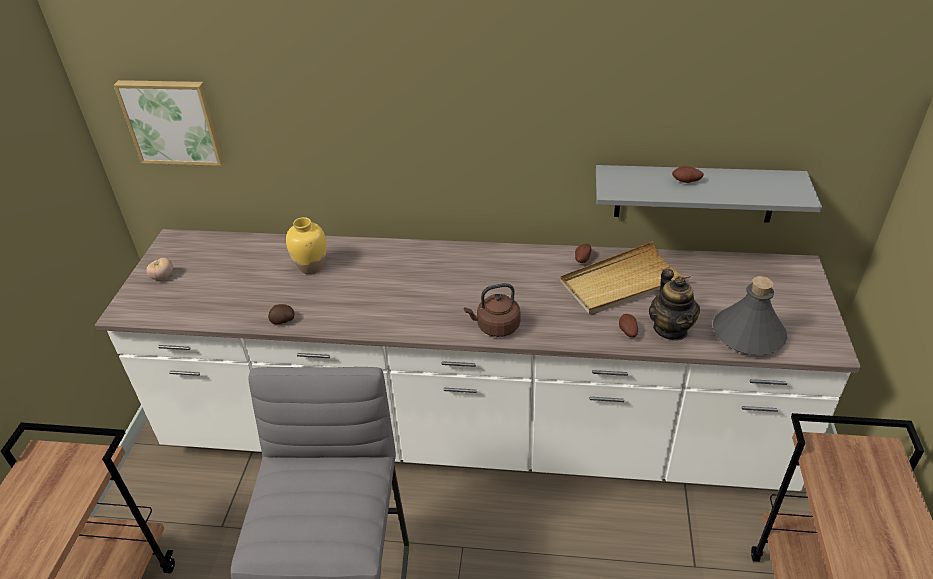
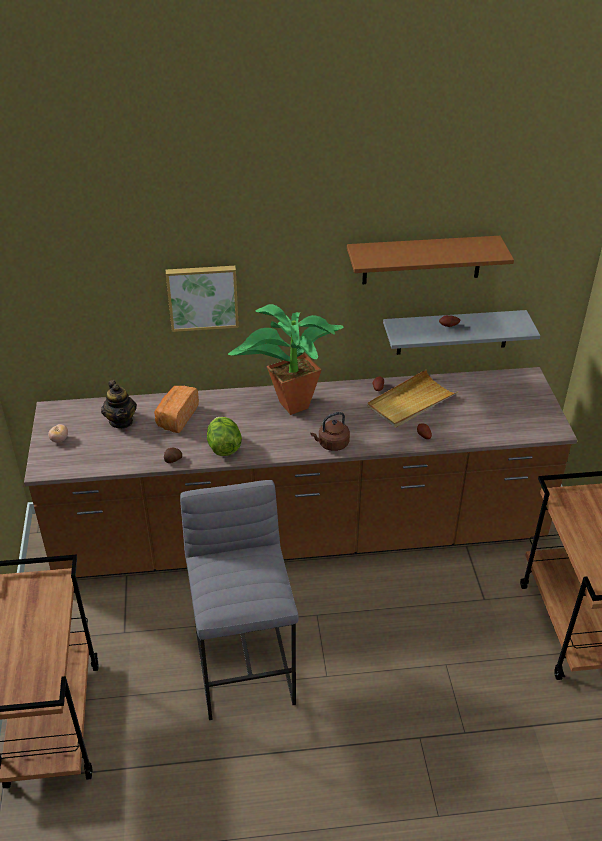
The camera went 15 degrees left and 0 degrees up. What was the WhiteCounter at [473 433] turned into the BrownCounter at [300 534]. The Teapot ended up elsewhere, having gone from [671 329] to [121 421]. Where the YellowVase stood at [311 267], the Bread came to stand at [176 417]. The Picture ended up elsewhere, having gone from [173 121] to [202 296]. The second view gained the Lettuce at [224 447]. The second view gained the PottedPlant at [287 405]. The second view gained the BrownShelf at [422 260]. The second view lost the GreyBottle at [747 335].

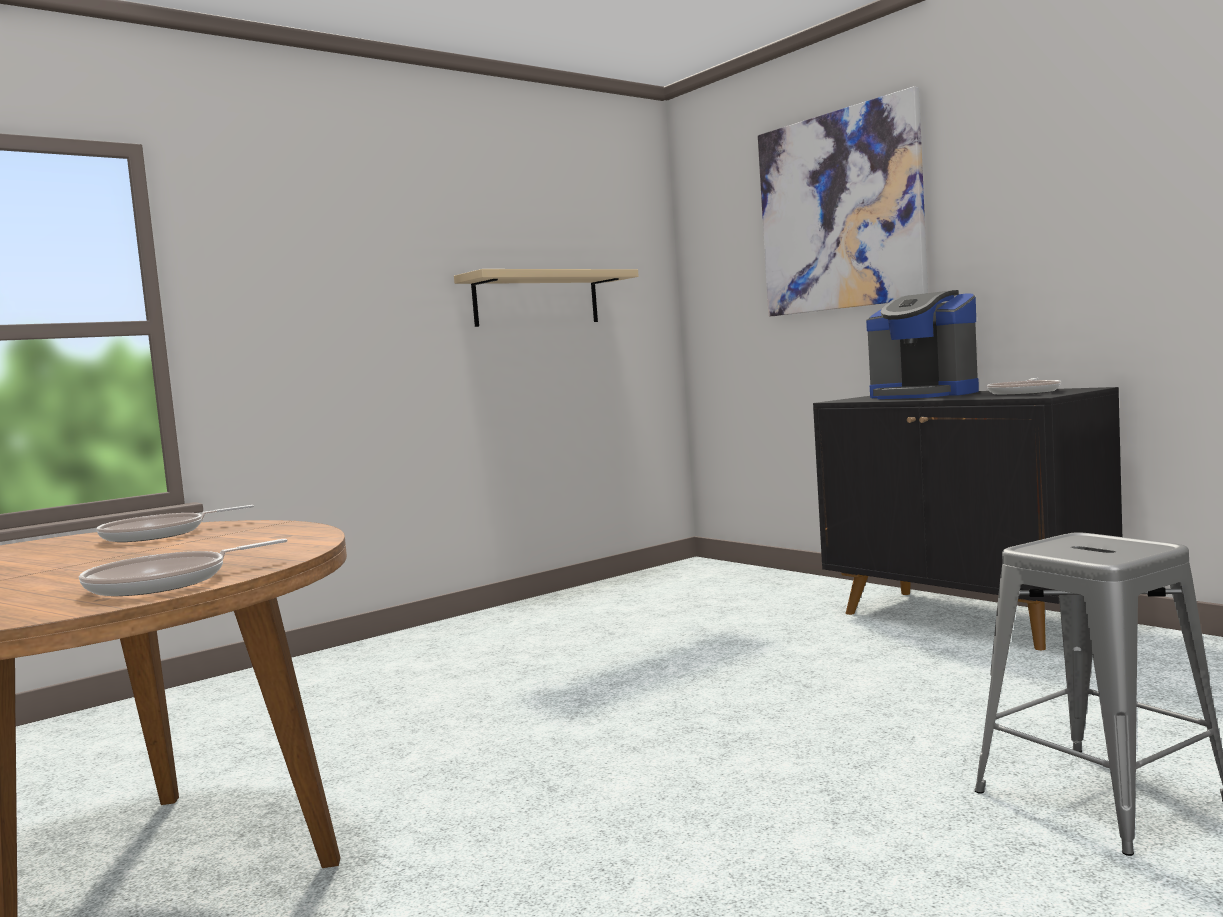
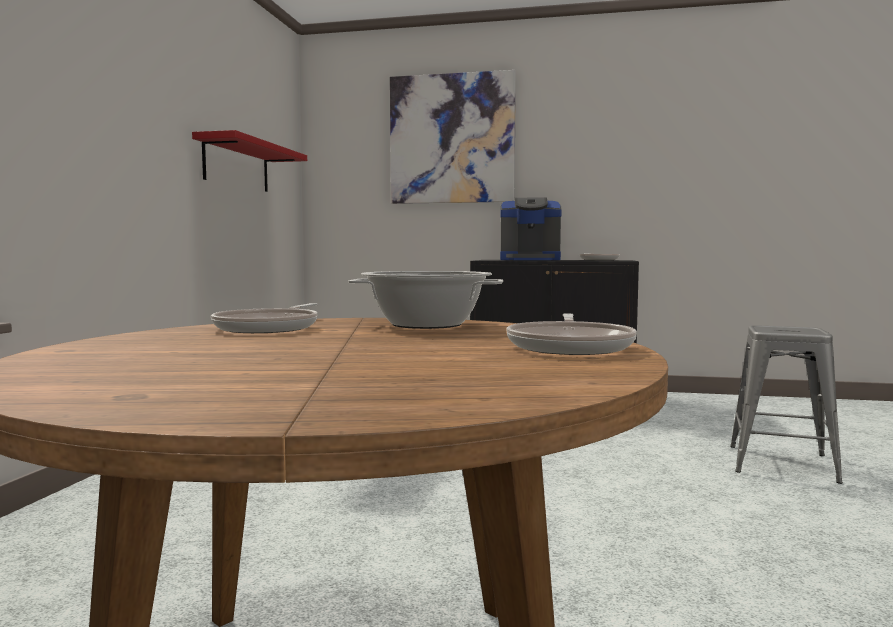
The camera went 40 degrees left and 0 degrees up. What was the BeigeShelf at [536 299] turned into the RedShelf at [237 165]. The second view gained the CookingPot at [427 324].

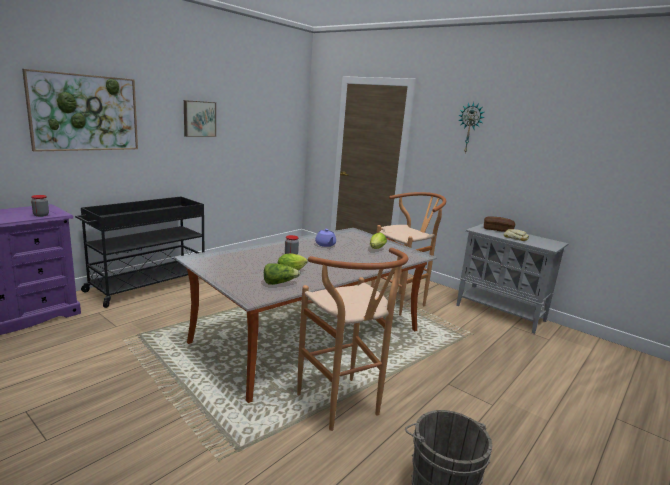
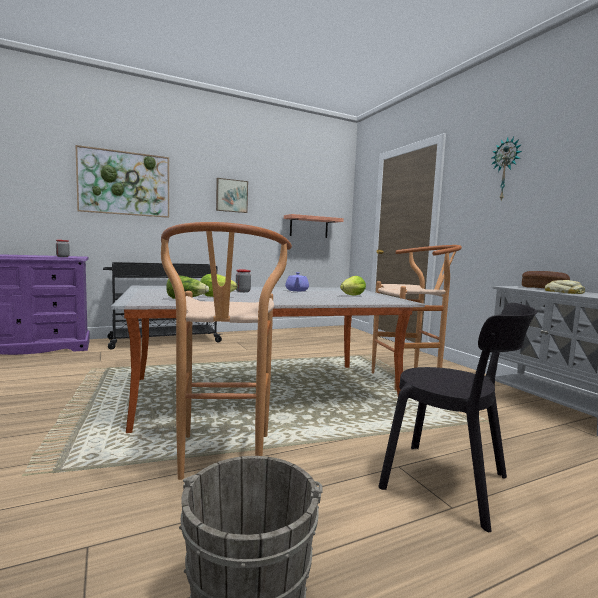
The camera went 25 degrees right and 10 degrees down. The second view gained the Shelf at [309 227]. The second view gained the BlackChair at [451 485].

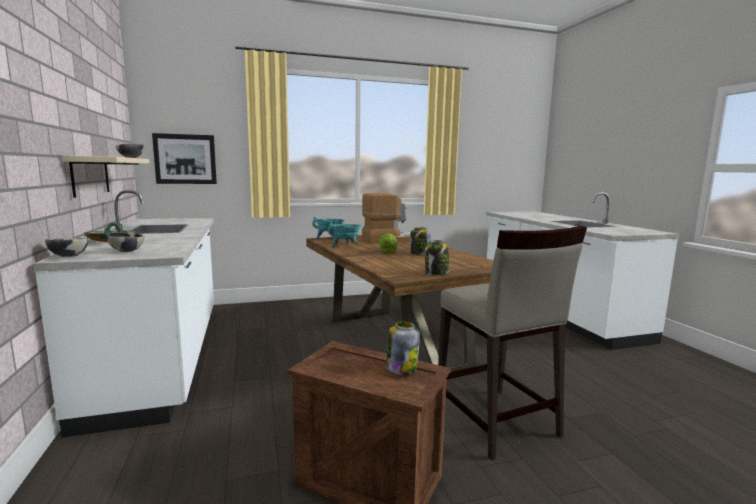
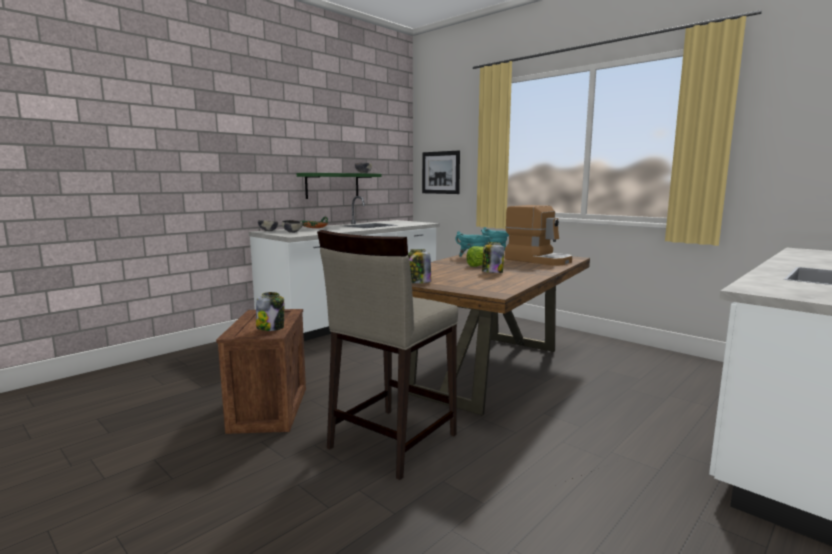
The camera went 60 degrees right and 0 degrees up. What was the BeigeShelf at [90 175] turned into the GreenShelf at [332 185].

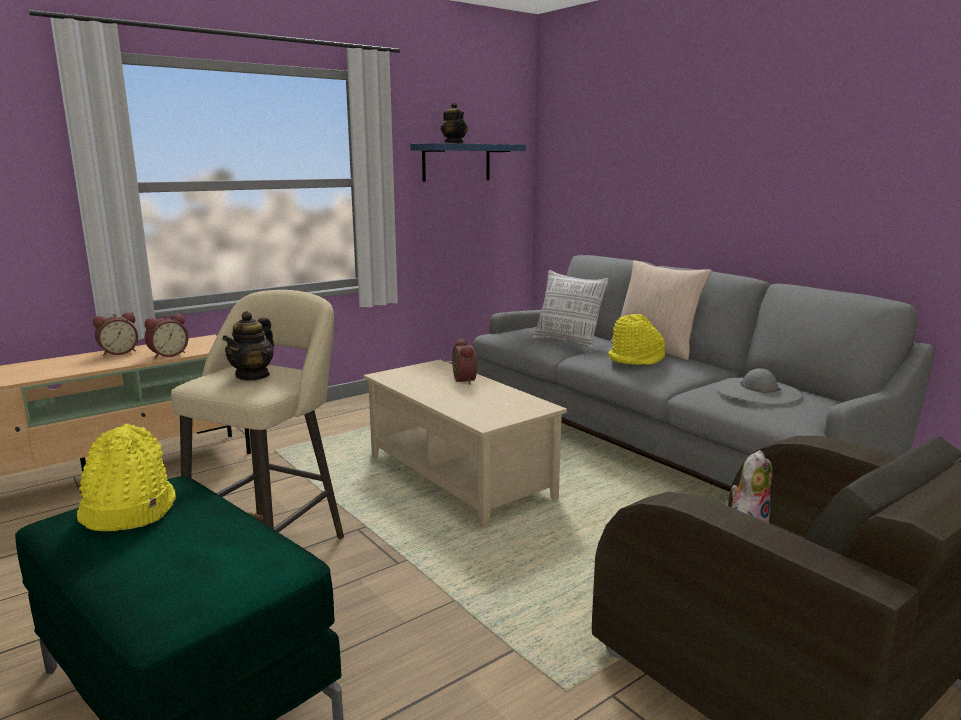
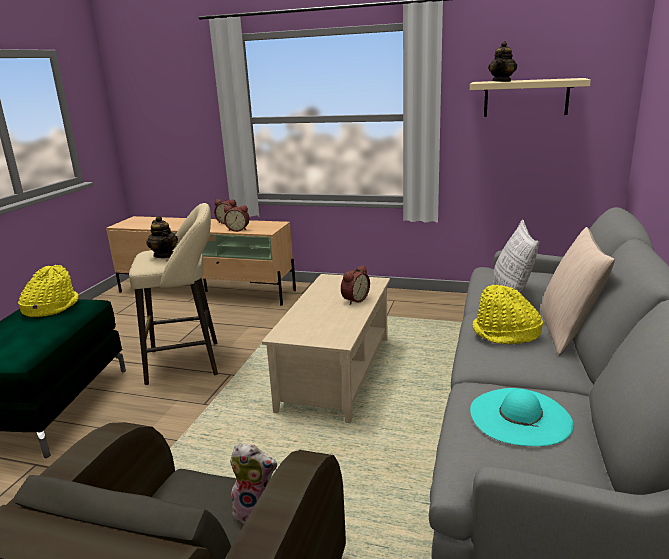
The camera went 55 degrees right and 5 degrees up. The Teapot at [253 375] ended up facing another way, 105 degrees counterclockwise from before. What was the BlueShelf at [456 162] turned into the BeigeShelf at [526 98]. What was the GreyHat at [758 391] turned into the TurquoiseHat at [520 416].

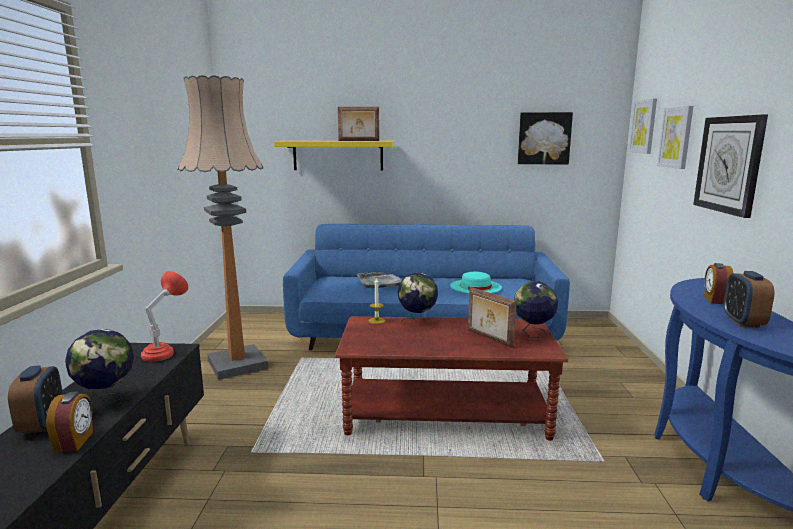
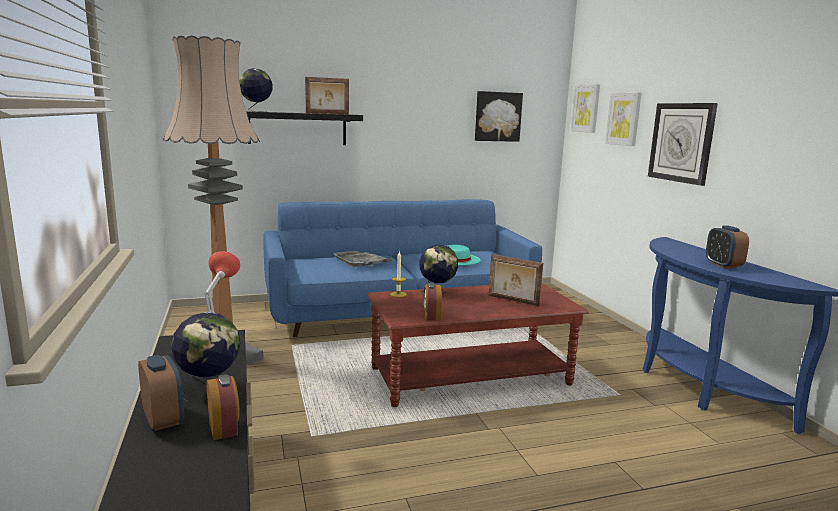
The camera went 20 degrees left and 0 degrees up. The Globe ended up elsewhere, having gone from [533 334] to [256 111]. What was the YellowShelf at [338 155] turned into the BlackShelf at [297 128]. The AlarmClock ended up elsewhere, having gone from [715 300] to [431 316].

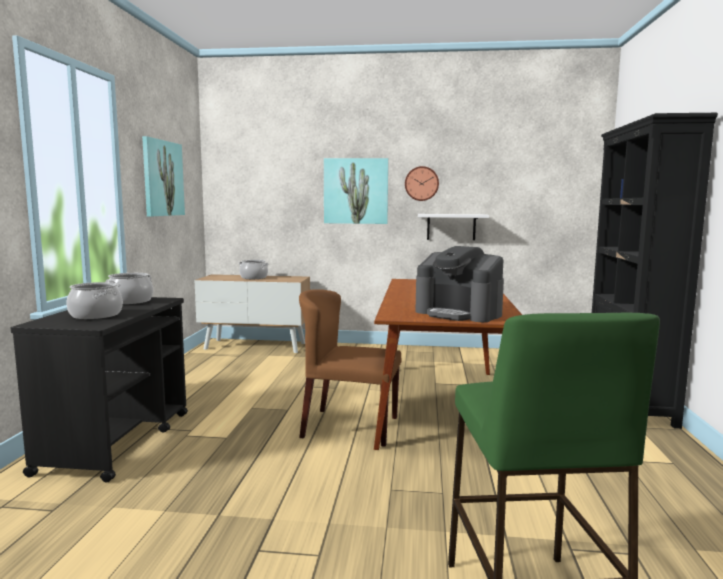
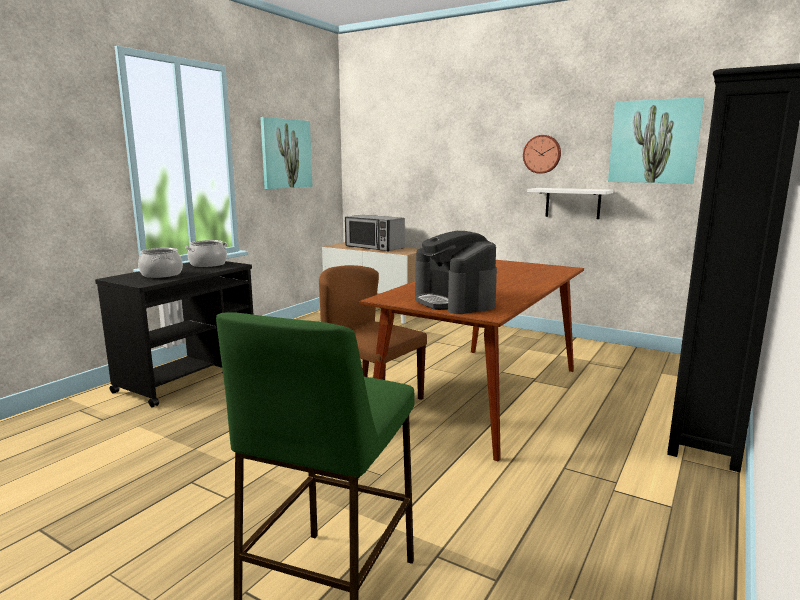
The camera went 25 degrees right and 5 degrees up. Where the CookingPot stood at [254 277], the Microwave came to stand at [374 247]. The Picture ended up elsewhere, having gone from [355 191] to [653 141].

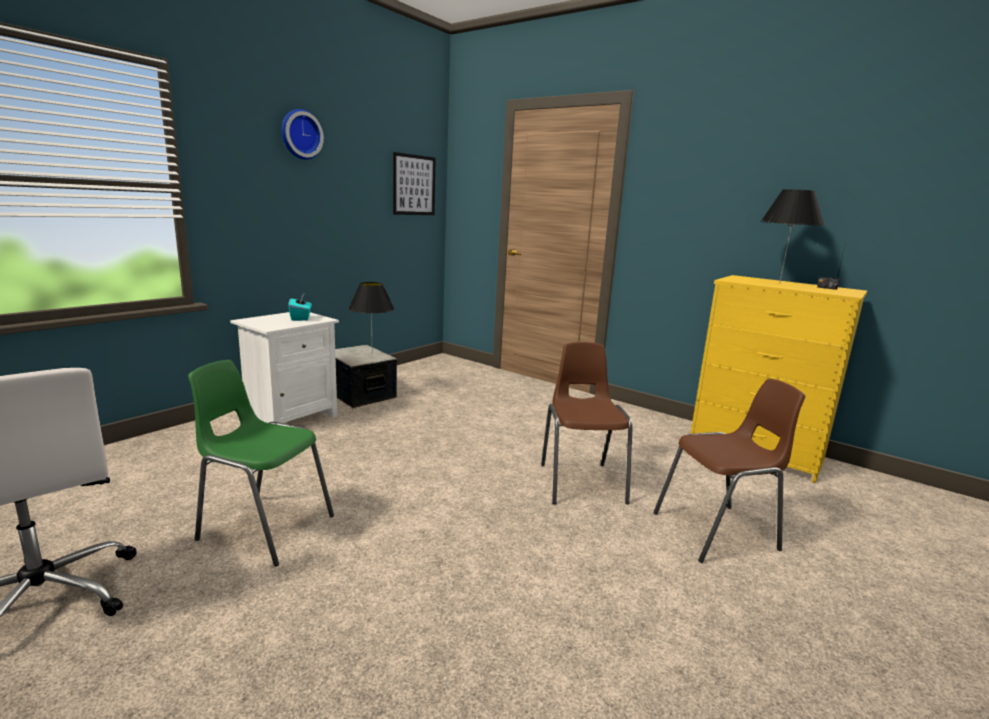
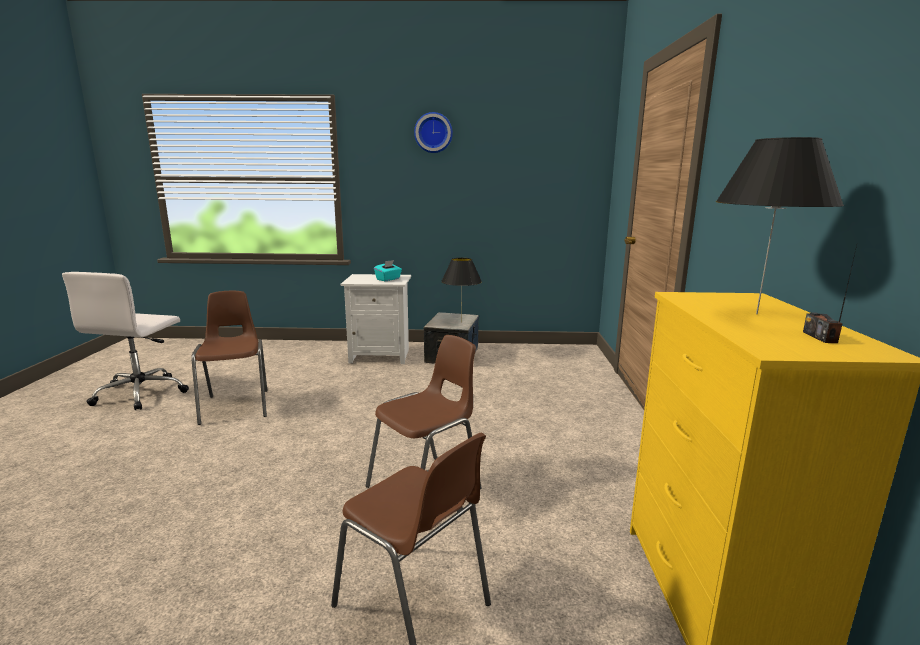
The camera went 55 degrees right and 0 degrees up. What was the GreenChair at [264 527] turned into the BrownChair at [237 405]. The second view lost the Picture at [414 185].

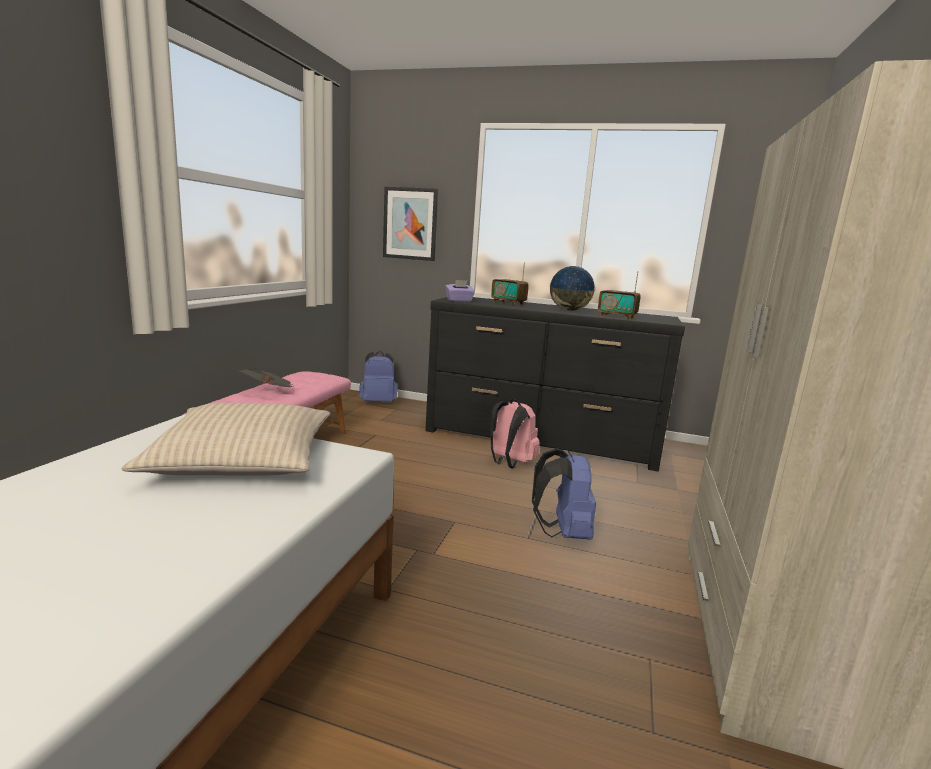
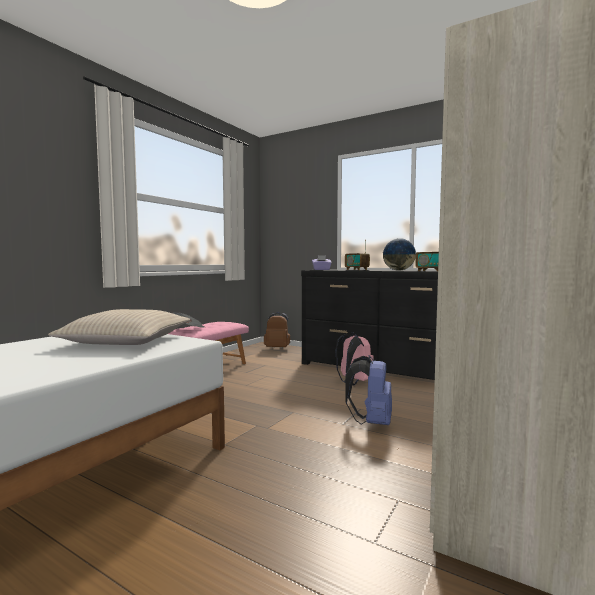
The camera went 15 degrees right and 10 degrees down. What was the BlueBackpack at [378 402] turned into the BrownBackpack at [277 348]. The second view lost the Picture at [410 224].

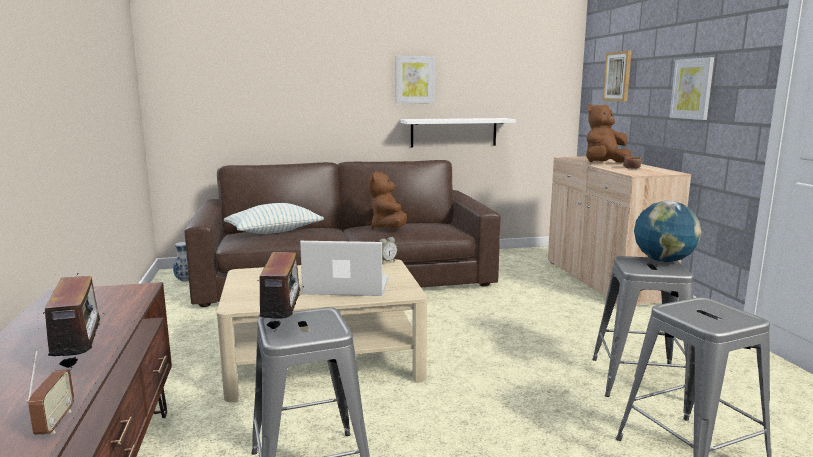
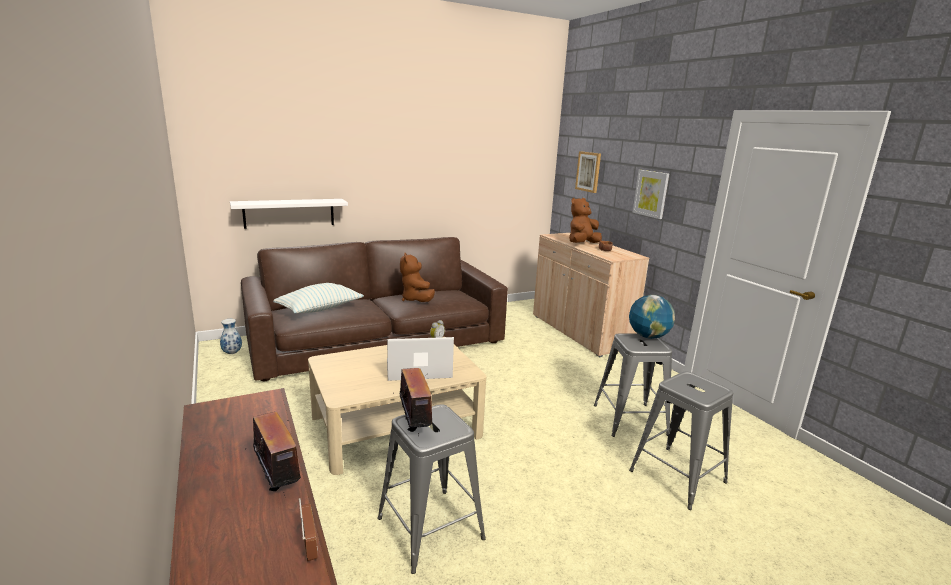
The camera went 15 degrees left and 5 degrees up. The WhiteShelf ended up elsewhere, having gone from [453 132] to [289 213]. The second view lost the Picture at [414 79].

